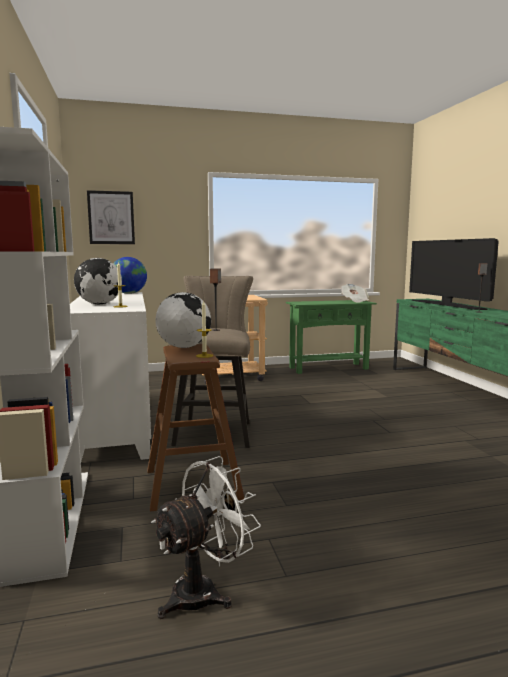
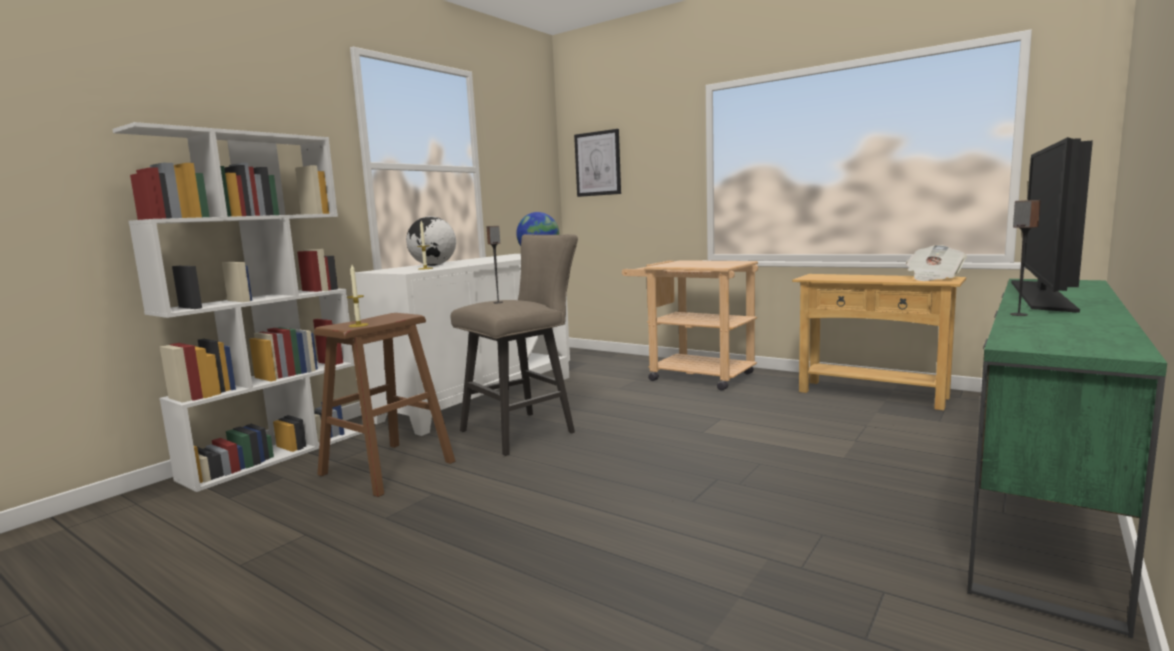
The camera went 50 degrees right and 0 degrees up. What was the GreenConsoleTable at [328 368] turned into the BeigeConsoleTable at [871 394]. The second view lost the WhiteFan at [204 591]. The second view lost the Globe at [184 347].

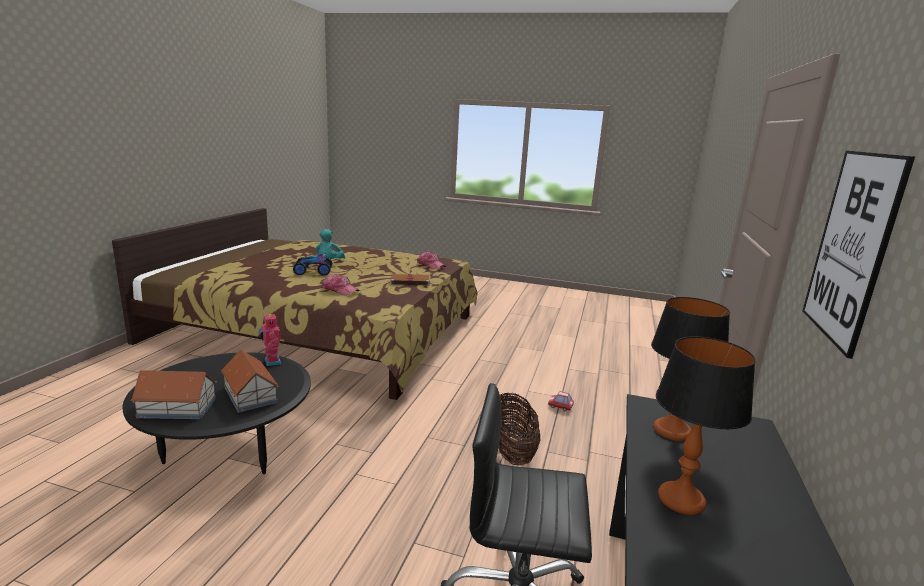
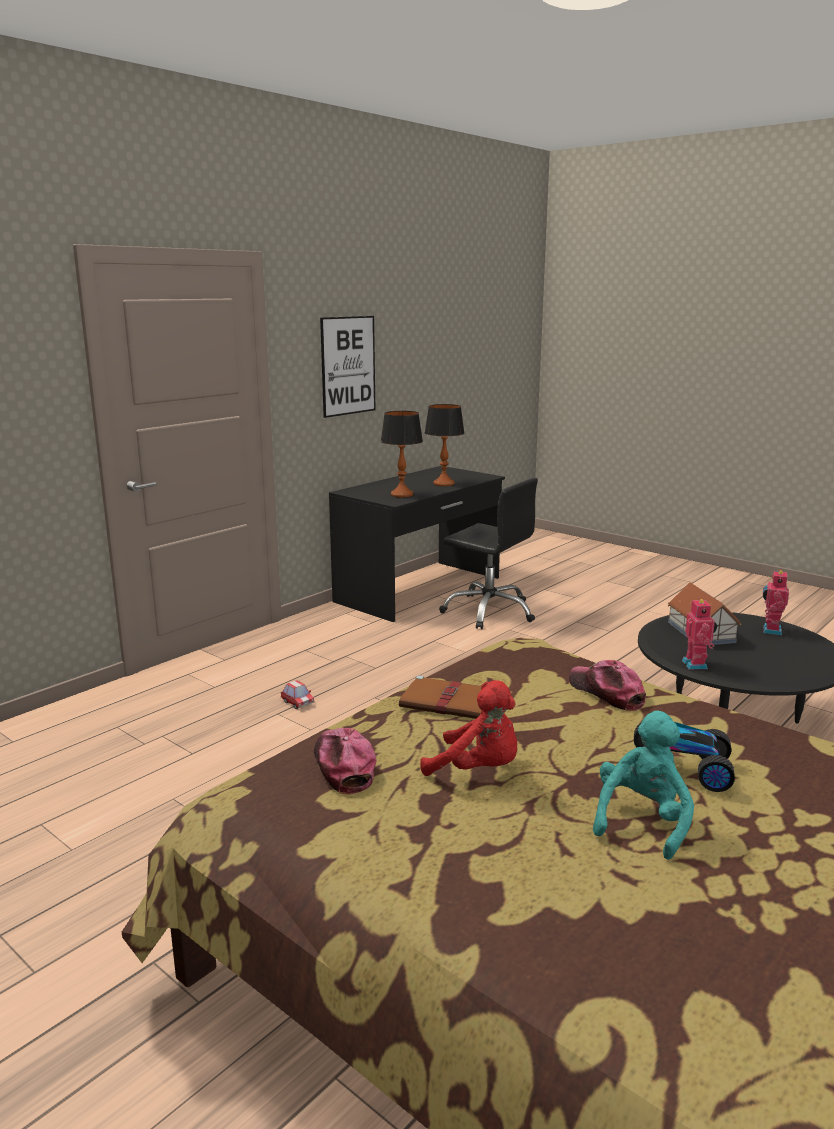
The camera went 155 degrees left and 0 degrees up. The second view gained the RedPlushToy at [478 769]. Where the ToyHouse stood at [177 407], the ToyRobot came to stand at [770 630]. The second view lost the Basket at [512 451].

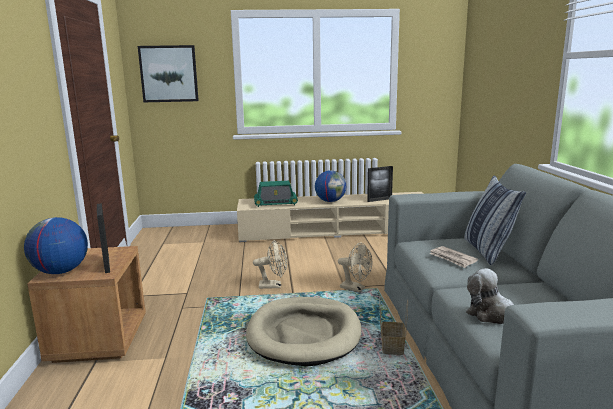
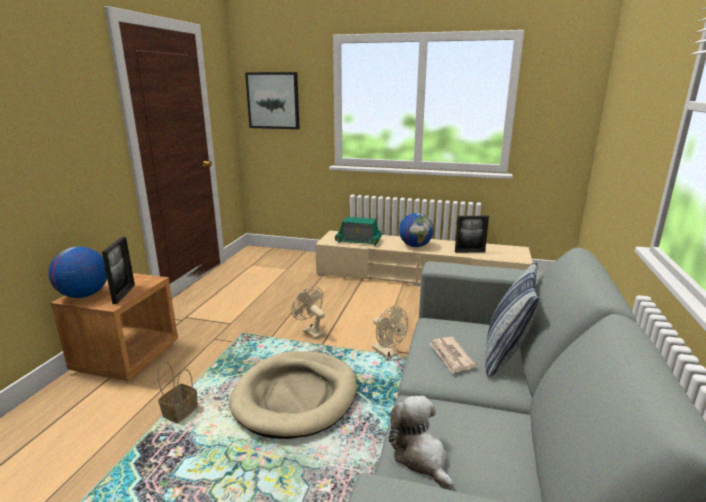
The camera went 20 degrees right and 5 degrees up. The Basket ended up elsewhere, having gone from [392 347] to [181 411]. The BeigeFan at [274 286] ended up facing another way, 150 degrees counterclockwise from before.

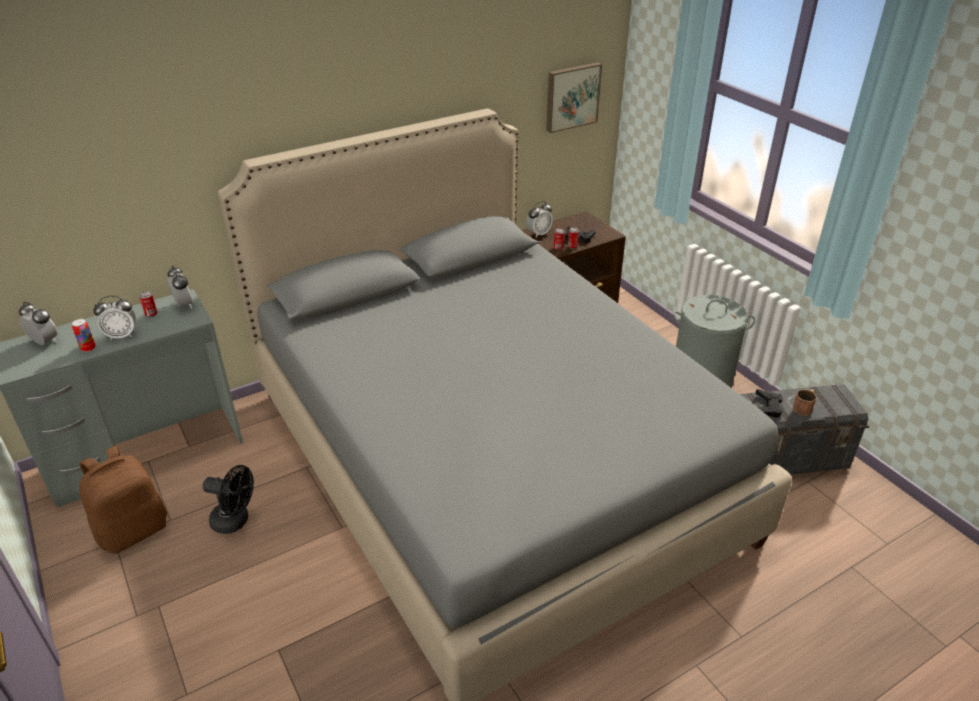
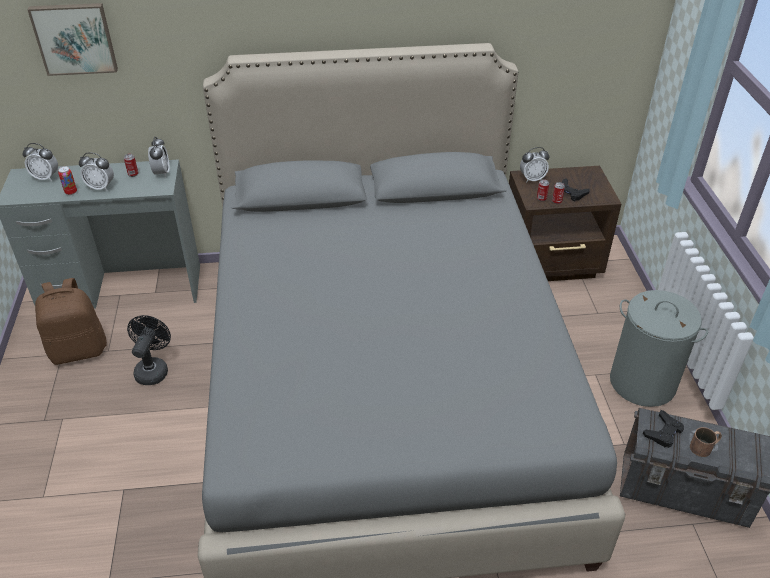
The camera went 25 degrees right and 5 degrees up. The AlarmClock at [44 342] ended up facing another way, 135 degrees clockwise from before. The Picture ended up elsewhere, having gone from [571 96] to [75 38]. The BlackFan at [236 521] ended up facing another way, 120 degrees counterclockwise from before.

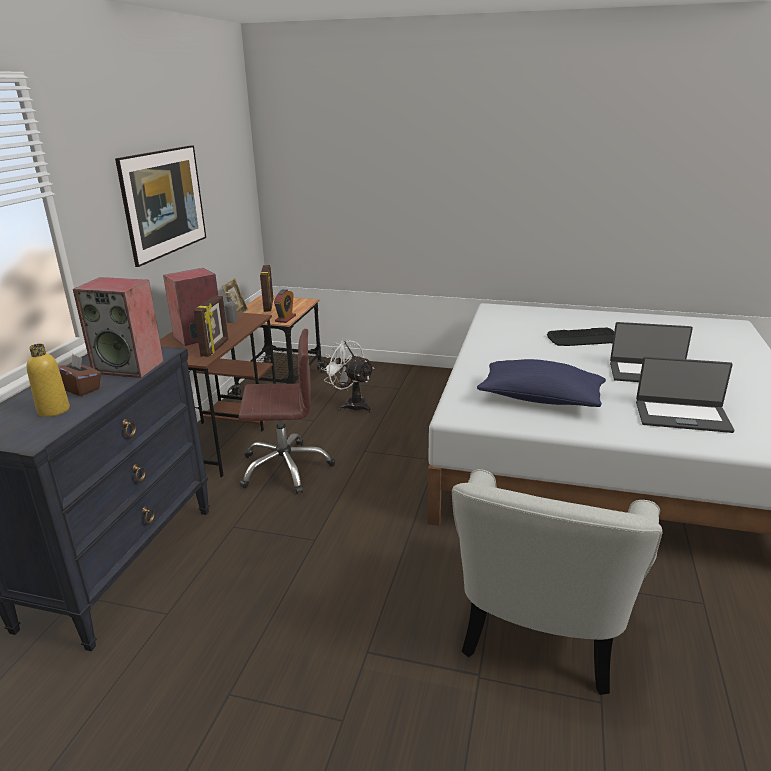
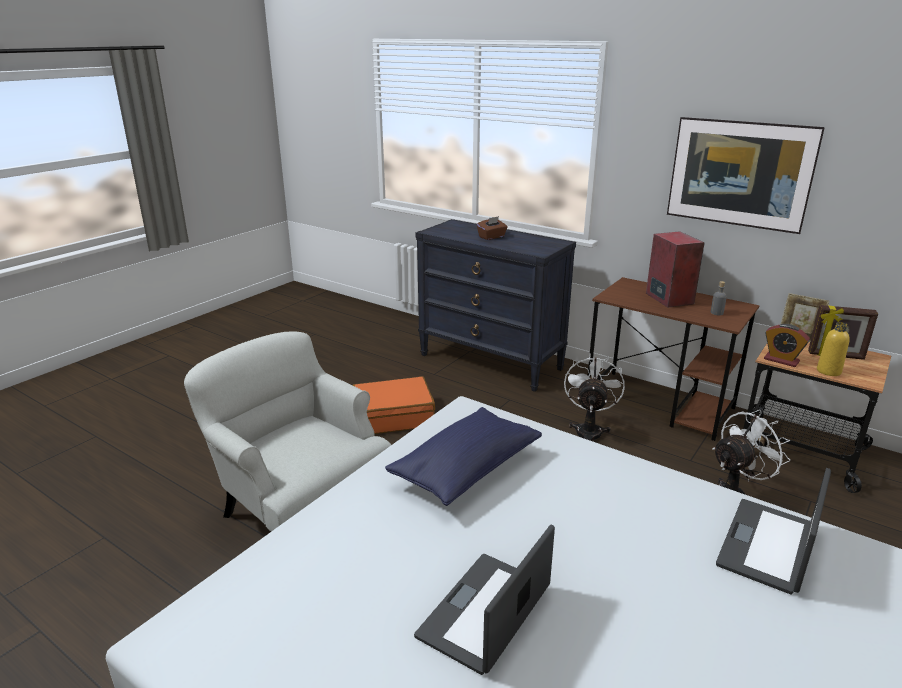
The camera went 110 degrees right and 0 degrees up. The second view gained the OrangeSuitcase at [393 416]. Where the BrownOfficeChair stood at [285 468], the WhiteFan came to stand at [589 430]. The Laptop ended up elsewhere, having gone from [682 416] to [768 546]. The YellowBottle ended up elsewhere, having gone from [53 410] to [828 371]. The second view lost the Speaker at [130 367]. The second view lost the PictureFrame at [215 348]. The second view lost the Keyboard at [584 338].

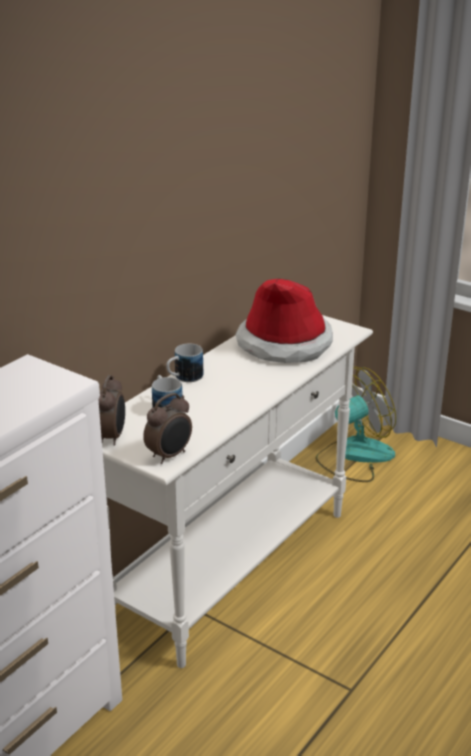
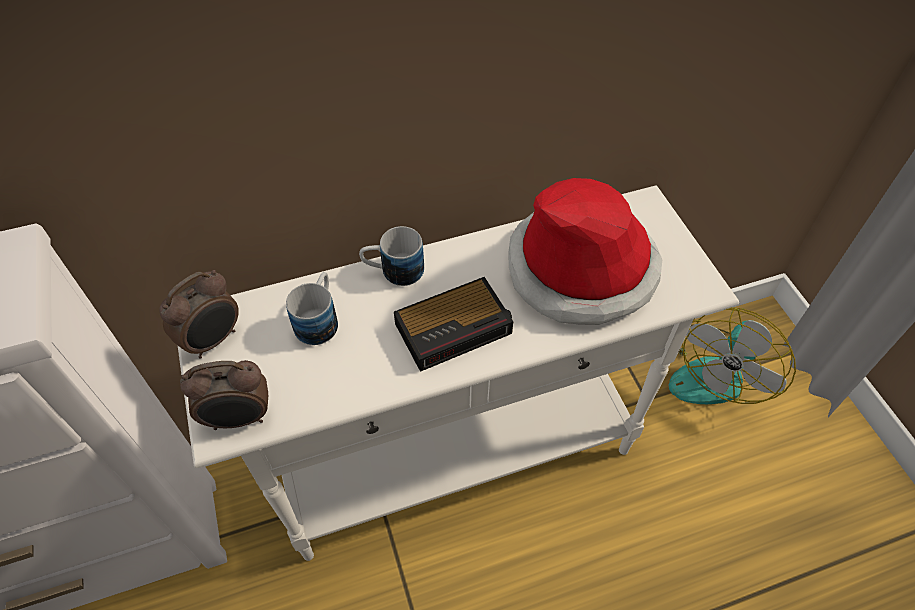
The camera went 35 degrees right and 25 degrees up. The second view gained the AlarmClock at [455 327]. The Fan at [354 455] ended up facing another way, 120 degrees clockwise from before.

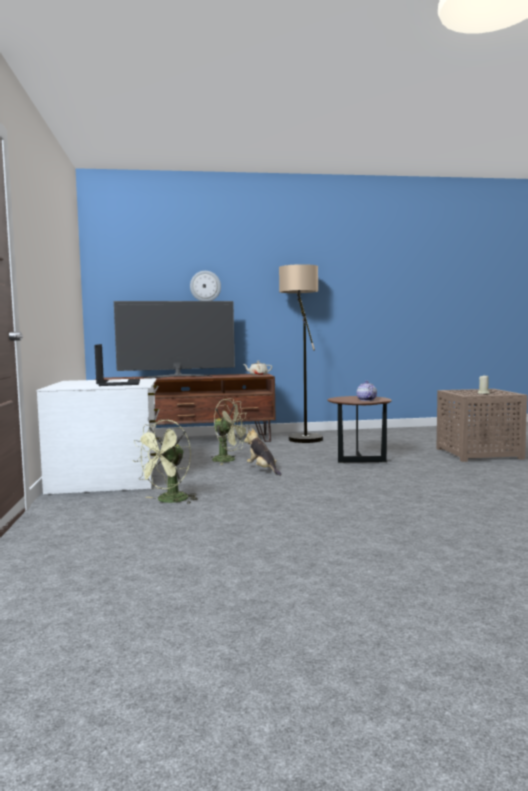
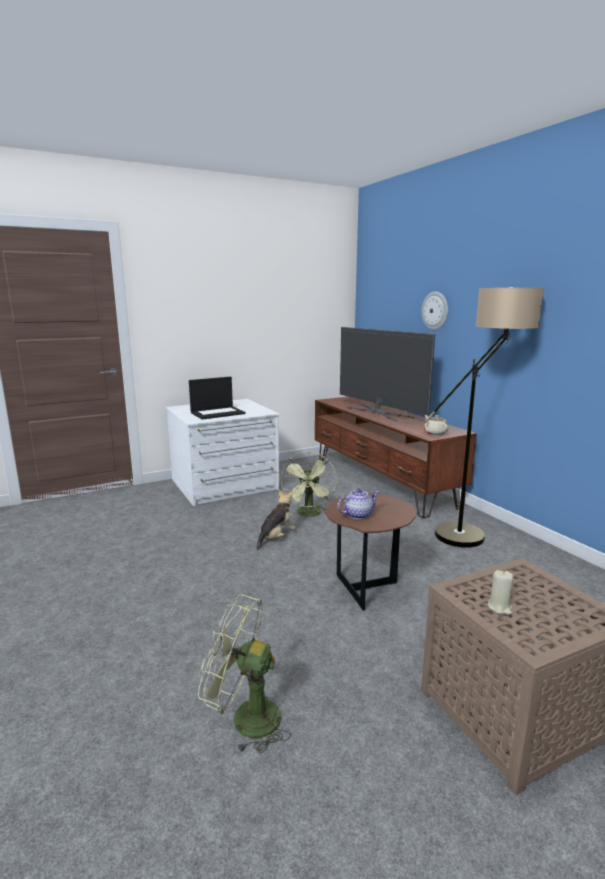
The camera went 70 degrees right and 10 degrees up. The GreenFan ended up elsewhere, having gone from [168 501] to [245 718].

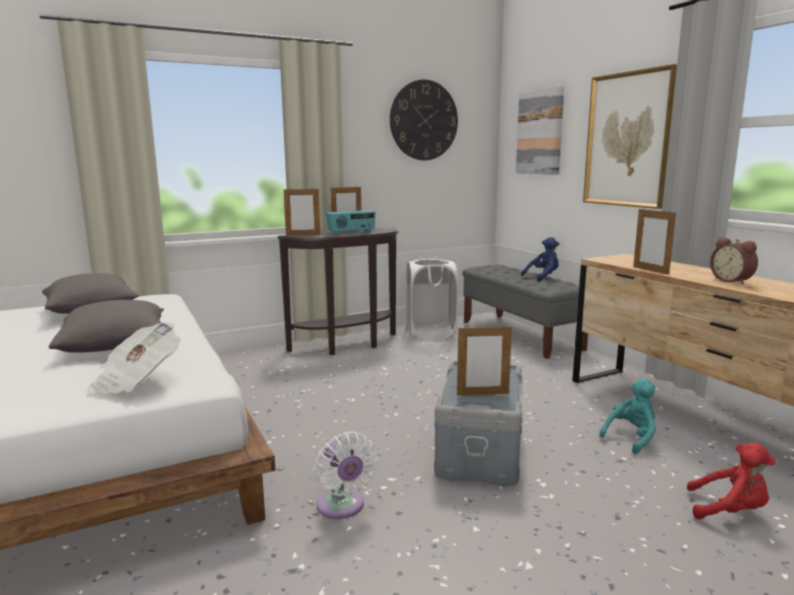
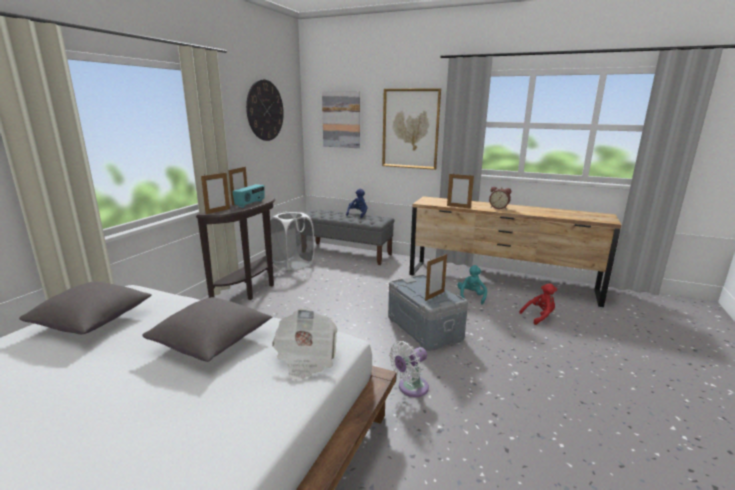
The camera went 40 degrees left and 5 degrees up. The WhiteFan at [342 507] ended up facing another way, 120 degrees clockwise from before.

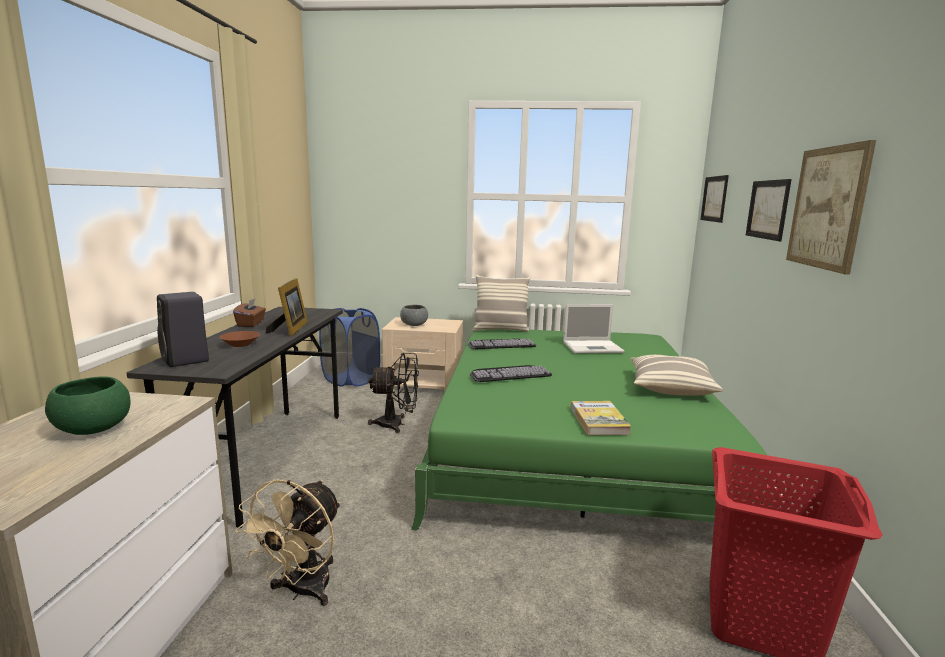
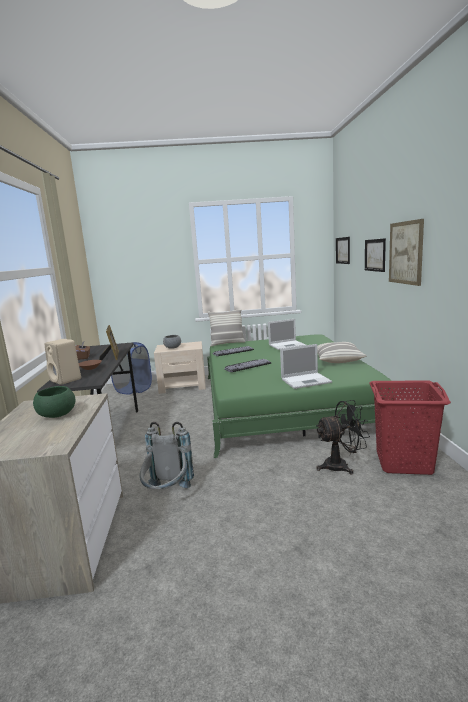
The camera went 10 degrees left and 0 degrees up. What was the BlackSpeaker at [186 360] turned into the BeigeSpeaker at [66 380]. Where the BeigeFan stood at [301 591], the GreyBackpack came to stand at [168 495]. Where the Book stood at [599 421], the Laptop came to stand at [306 380]. The BlackFan ended up elsewhere, having gone from [397 424] to [341 465].

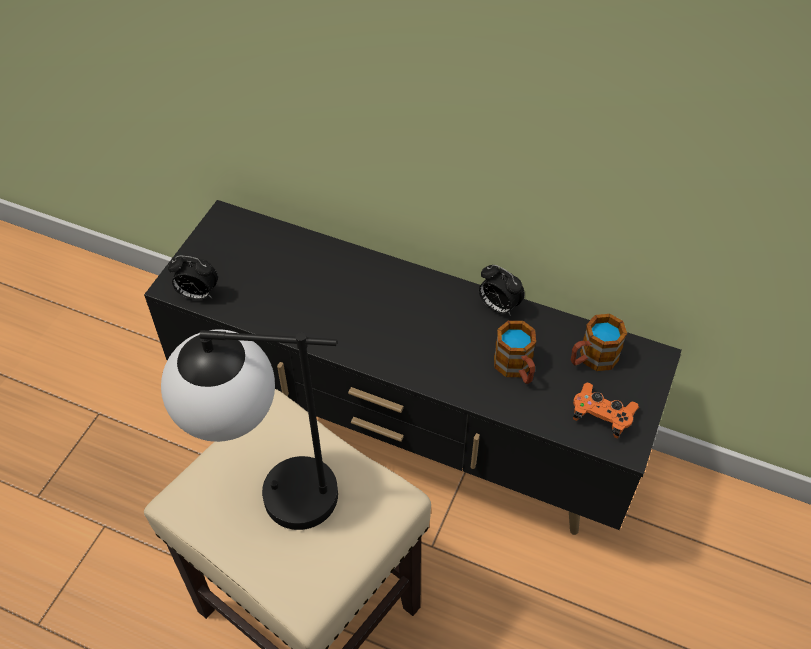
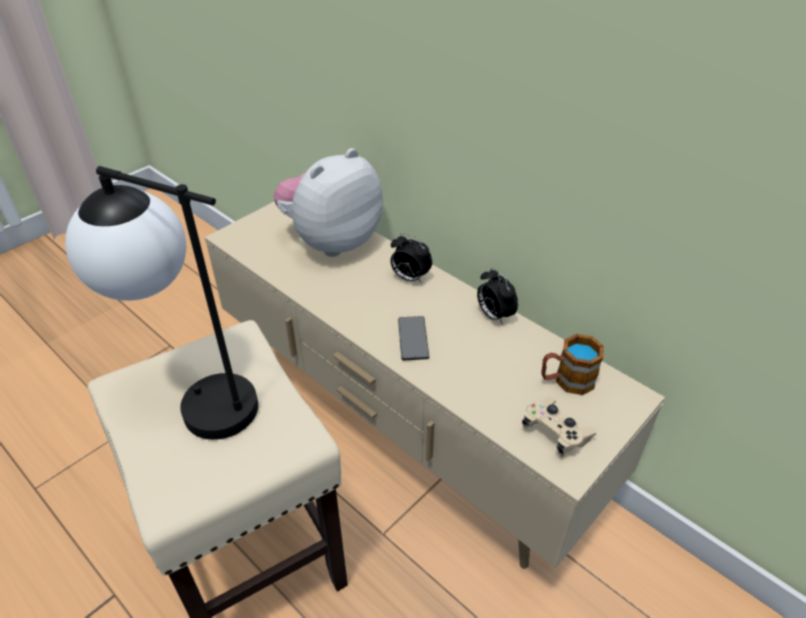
The camera went 20 degrees right and 10 degrees down. What was the BlackTvStand at [407 431] turned into the BeigeTvStand at [405 428]. The second view gained the PlushToy at [331 241]. The AlarmClock ended up elsewhere, having gone from [197 295] to [409 278]. The second view gained the Phone at [413 339]. What was the OrangeGameController at [602 416] turned into the BeigeGameController at [555 433]. The second view lost the Mug at [516 369].

